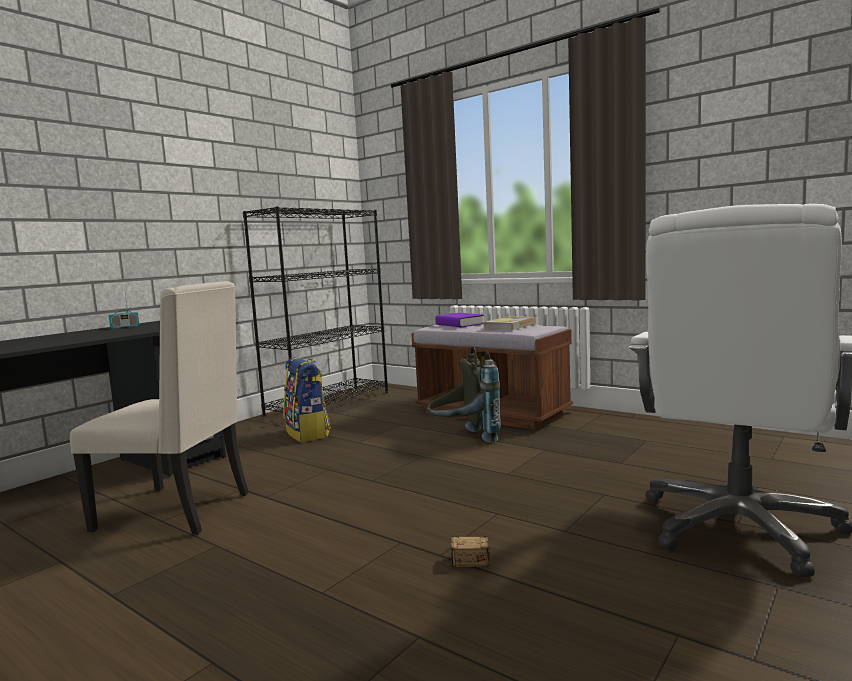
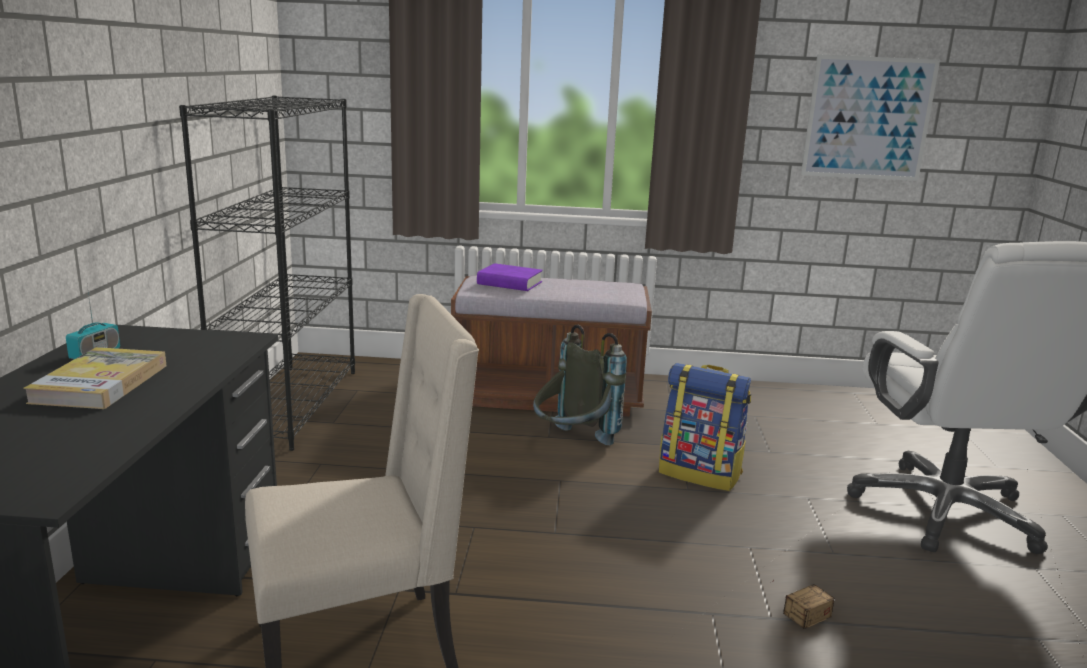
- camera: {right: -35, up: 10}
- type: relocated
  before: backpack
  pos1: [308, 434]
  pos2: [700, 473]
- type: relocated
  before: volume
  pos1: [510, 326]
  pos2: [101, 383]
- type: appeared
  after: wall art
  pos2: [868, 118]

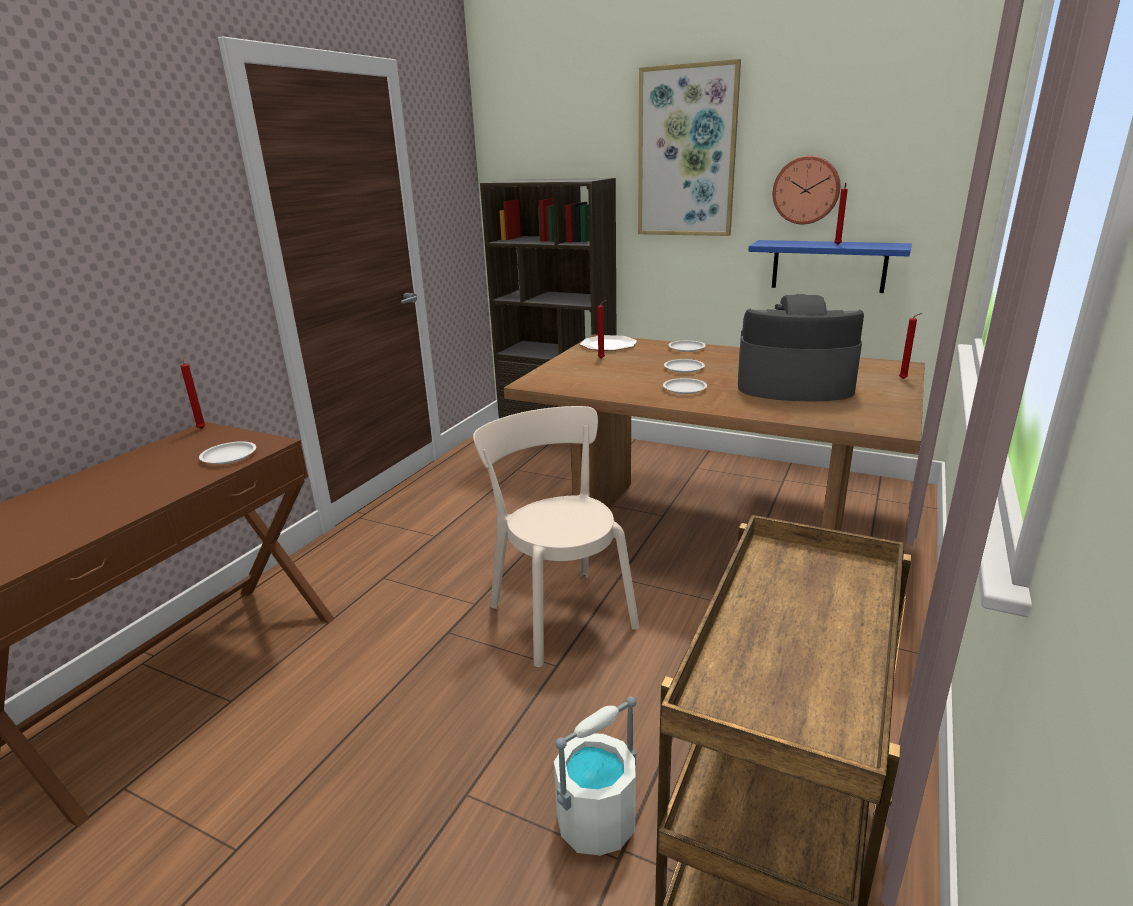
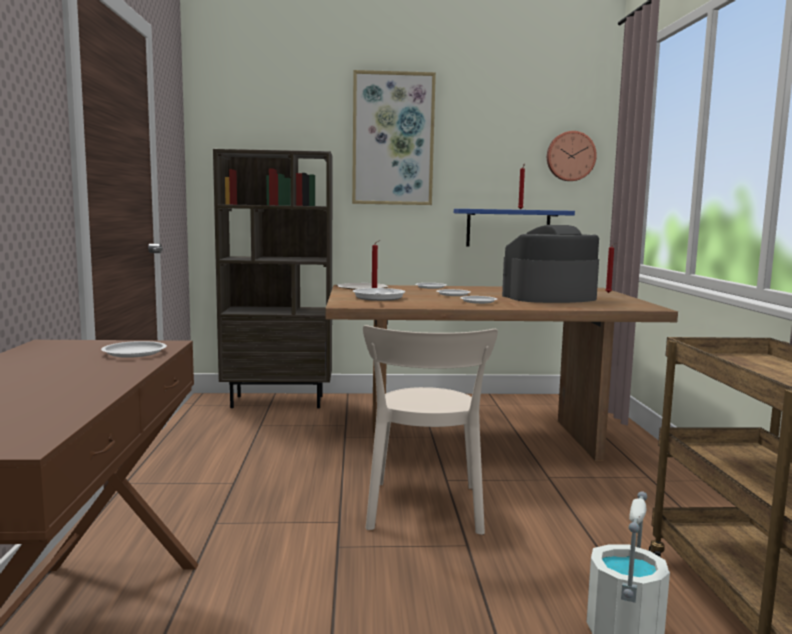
- camera: {right: -30, up: -15}
- type: missing
  before: reddish wax light
  pos1: [202, 428]
- type: spun
  before: beige plain chair
  pos1: [559, 612]
  pos2: [425, 511]
  turn: -120
- type: relocated
  before: hanging clock
  pos1: [806, 190]
  pos2: [570, 156]
- type: appeared
  after: pan
  pos2: [378, 298]

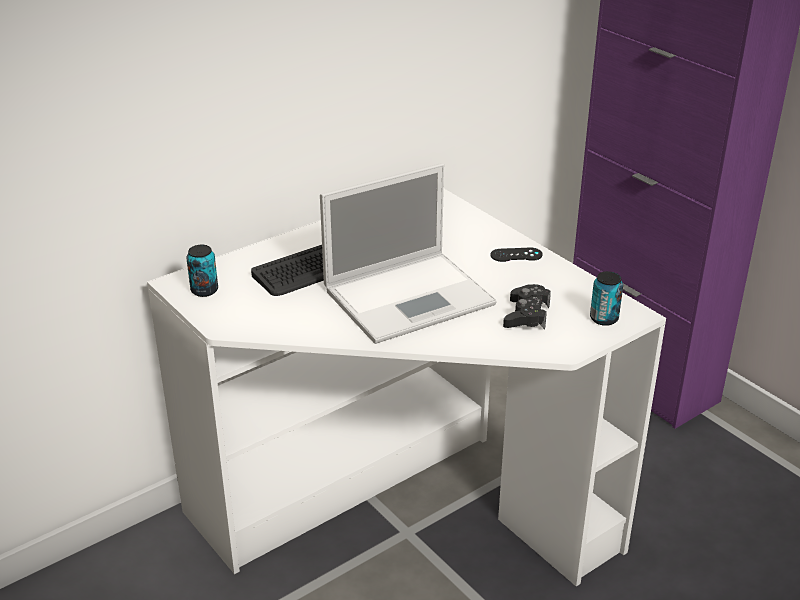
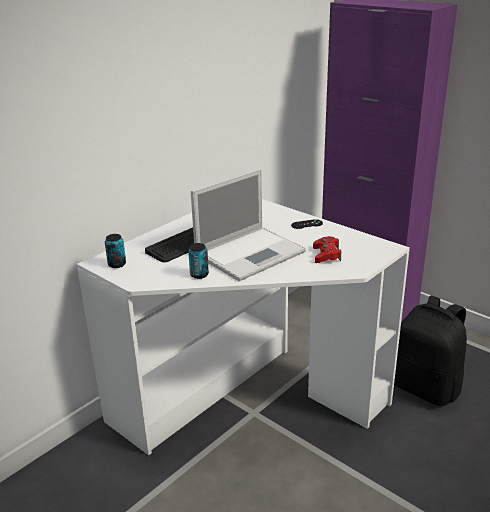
- camera: {right: -10, up: -5}
- type: colour
  before: blackish joypad
  after: reddish joypad
  pos1: [526, 315]
  pos2: [326, 255]
- type: relocated
  before: metal can
  pos1: [604, 318]
  pos2: [199, 274]
- type: appeared
  after: blackish backpack
  pos2: [426, 387]

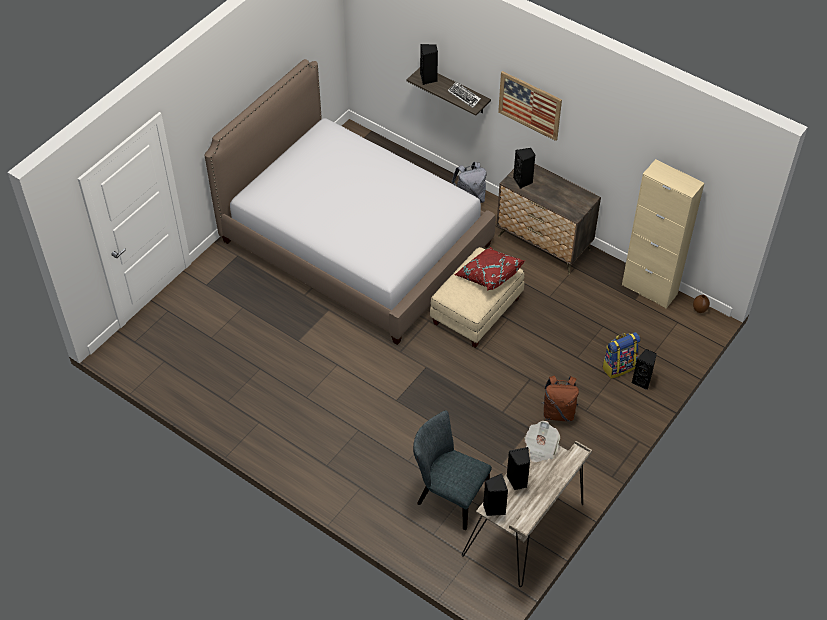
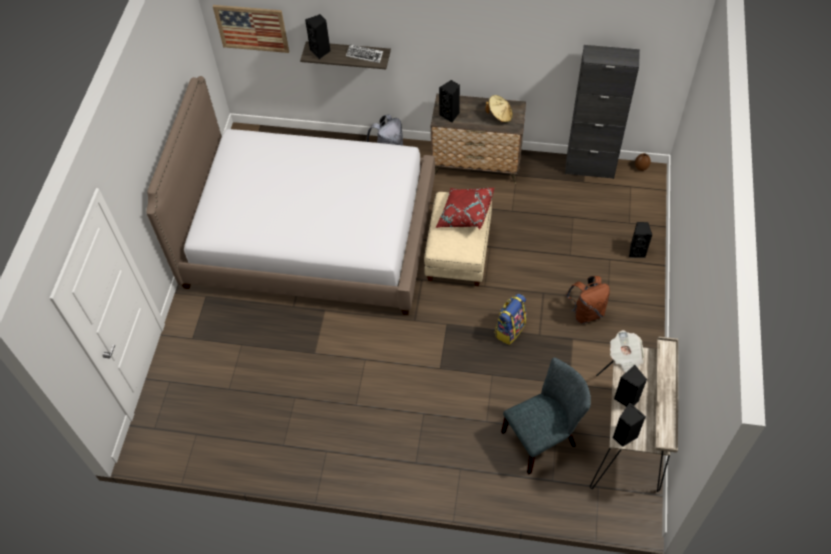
- camera: {right: -25, up: 5}
- type: spun
  before: grey plain chair
  pos1: [448, 496]
  pos2: [543, 437]
  turn: 150
- type: relocated
  before: wall art
  pos1: [530, 105]
  pos2: [251, 28]
- type: relocated
  before: backpack
  pos1: [618, 366]
  pos2: [509, 329]
- type: colour
  before: beige cupboard
  after: blackish cupboard
  pos1: [649, 289]
  pos2: [590, 168]
- type: appeared
  after: beige clothing hat
  pos2: [500, 115]

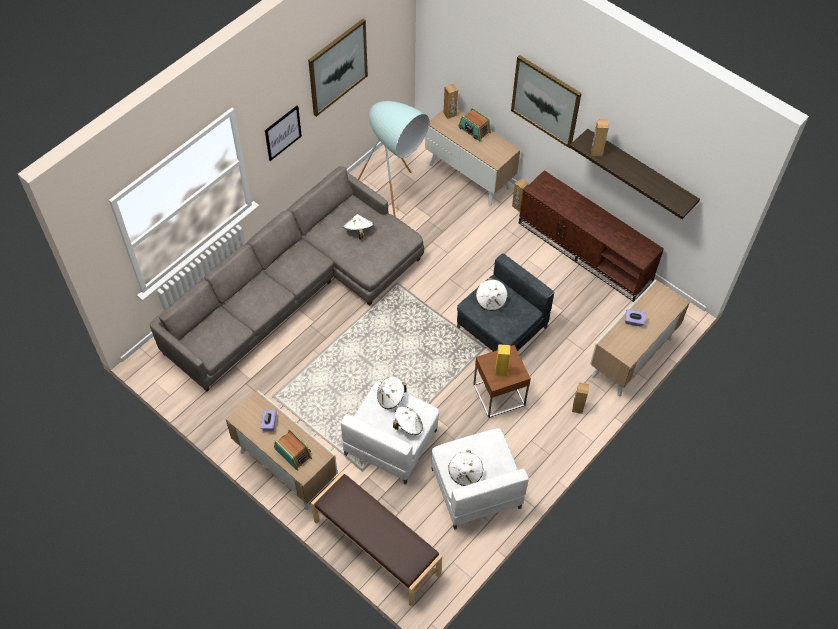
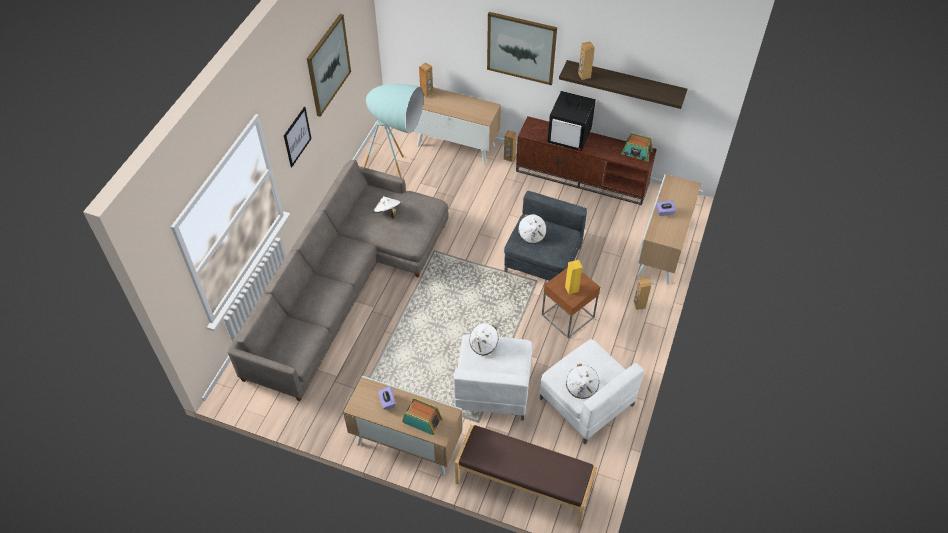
- camera: {right: -20, up: -5}
- type: missing
  before: white clothing hat
  pos1: [408, 425]
- type: relocated
  before: radio
  pos1: [474, 130]
  pos2: [636, 153]
- type: appeared
  after: TV
  pos2: [570, 137]

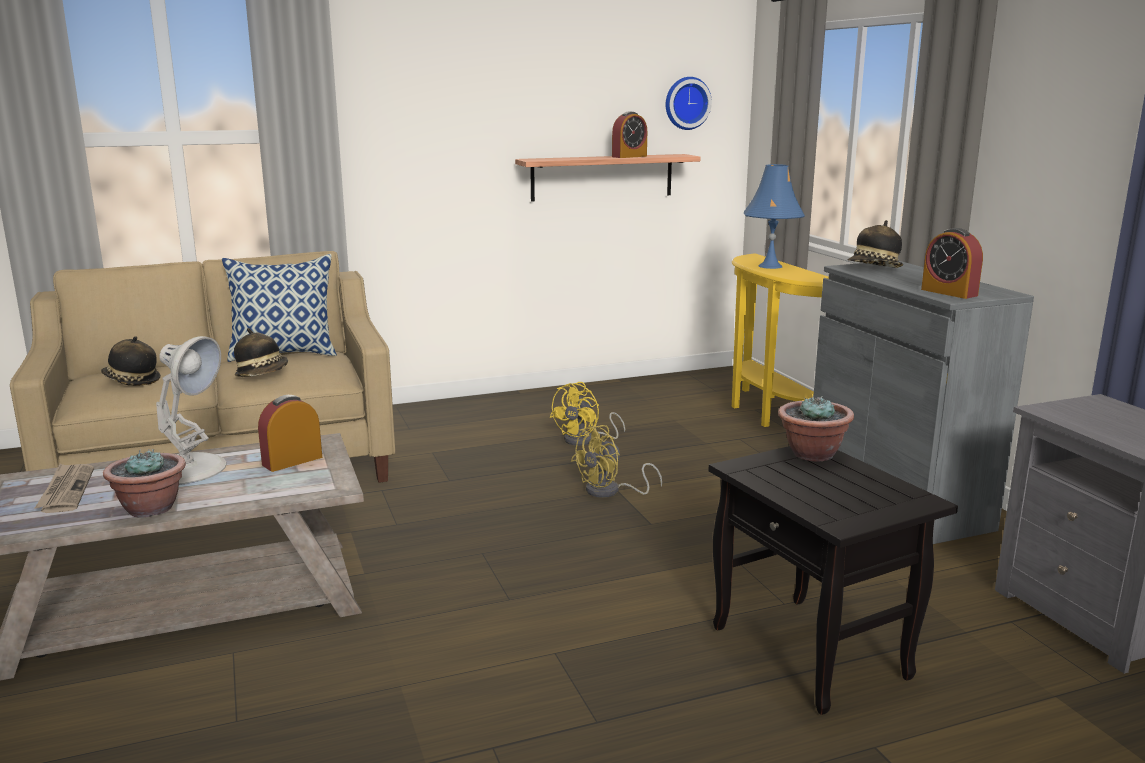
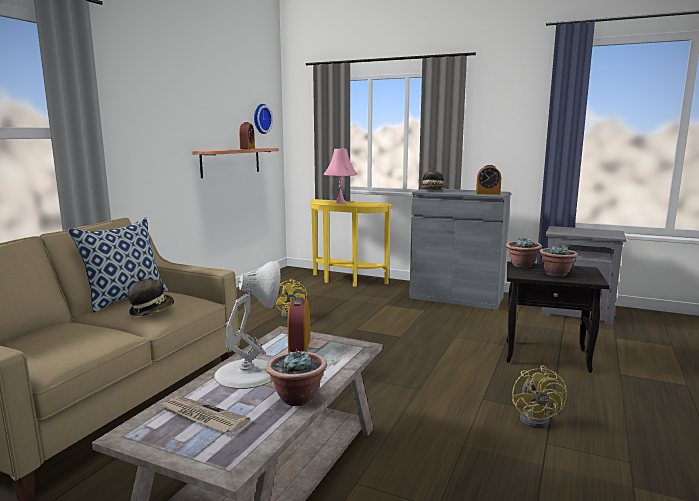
- camera: {right: -45, up: -5}
- type: missing
  before: clothing hat
  pos1: [131, 381]
- type: relocated
  before: yellow cooling fan
  pos1: [610, 491]
  pos2: [538, 419]
- type: colour
  before: blue lamp for a table
  after: pink lamp for a table
  pos1: [770, 266]
  pos2: [340, 202]
- type: appeared
  after: houseplant
  pos2: [556, 274]

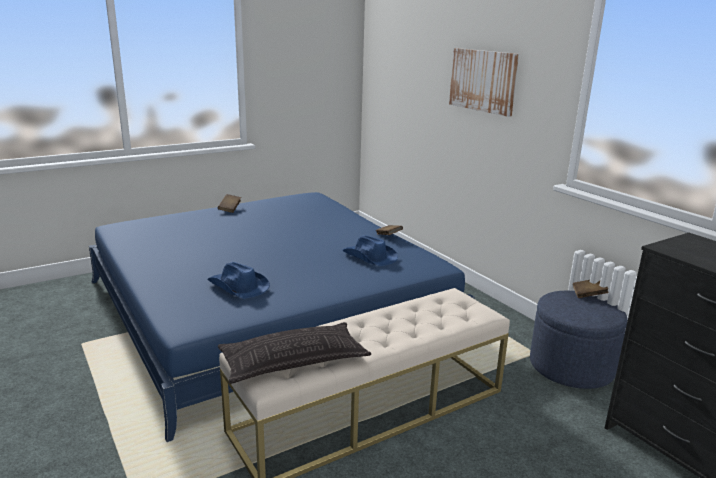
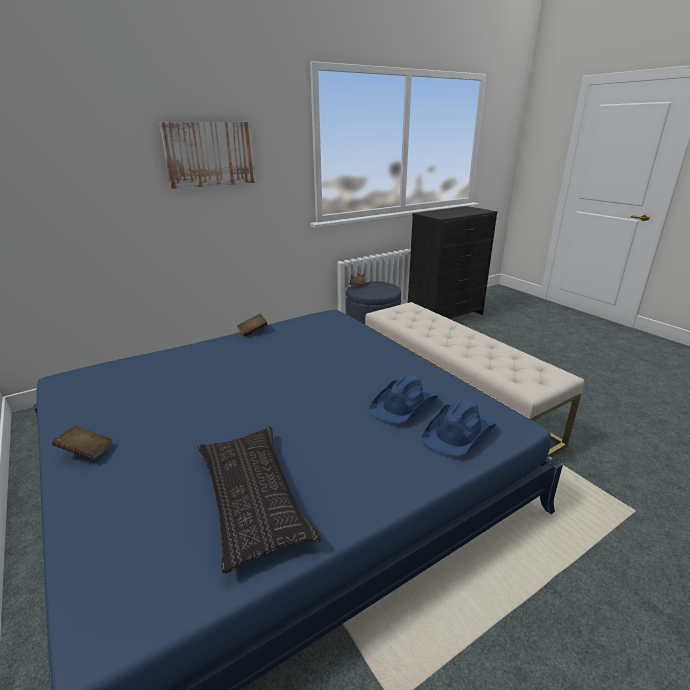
- camera: {right: -90, up: 5}
- type: relocated
  before: throw pillow
  pos1: [293, 361]
  pos2: [253, 498]
- type: relocated
  before: blue clothing hat
  pos1: [369, 257]
  pos2: [459, 432]

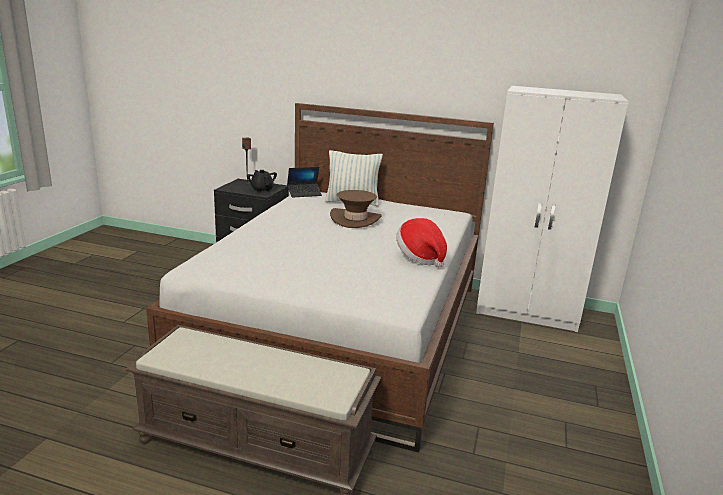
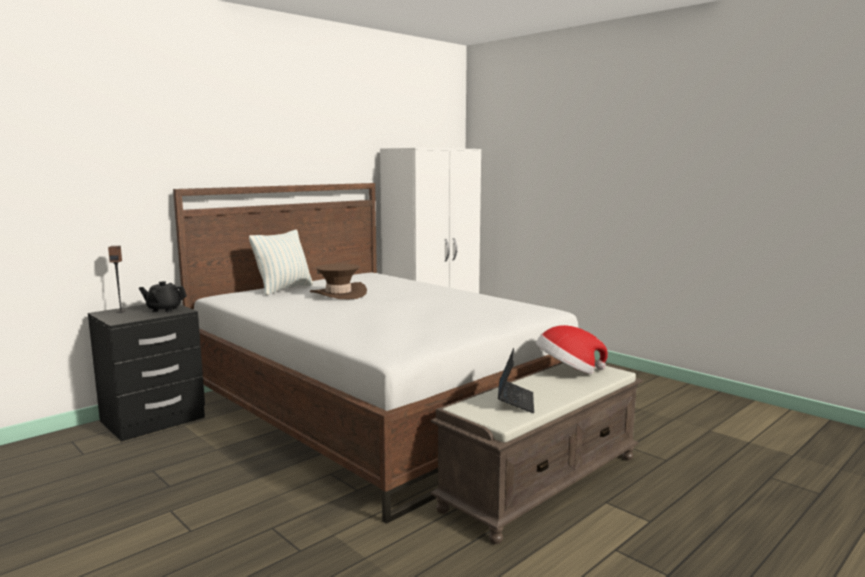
- camera: {right: -60, up: -10}
- type: relocated
  before: portable computer
  pos1: [304, 193]
  pos2: [515, 401]
- type: relocated
  before: clothing hat
  pos1: [420, 257]
  pos2: [568, 371]

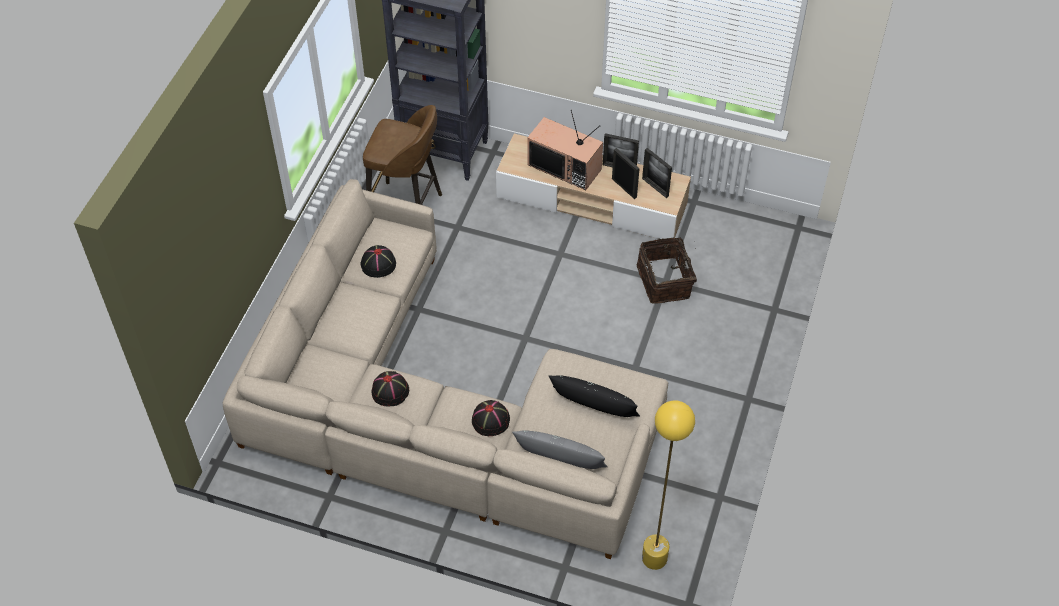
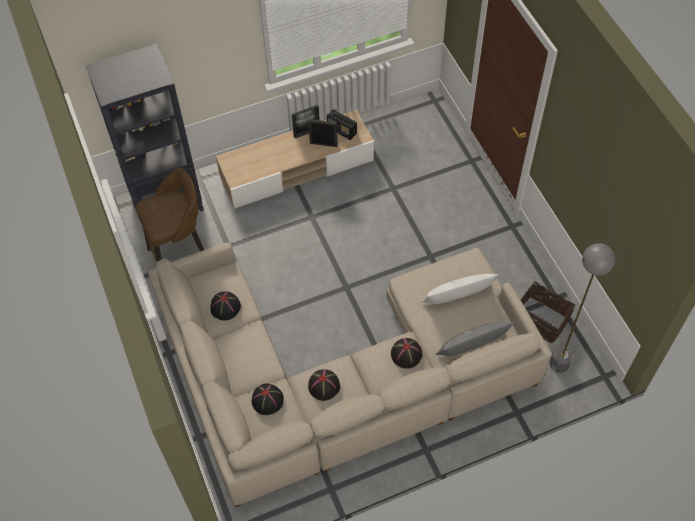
- camera: {right: -40, up: 5}
- type: missing
  before: TV
  pos1: [566, 166]
- type: colour
  before: blackish throw pillow
  after: white throw pillow
  pos1: [593, 406]
  pos2: [457, 296]
- type: relocated
  before: storage basket
  pos1: [665, 281]
  pos2: [541, 319]
- type: exchanged
  before: photo frame
  after: radio
  pos1: [655, 187]
  pos2: [342, 130]
- type: colour
  before: yellow standing lamp
  after: grey standing lamp
  pos1: [654, 558]
  pos2: [559, 363]
- type: appeared
  after: blackish clothing hat
  pos2: [267, 400]

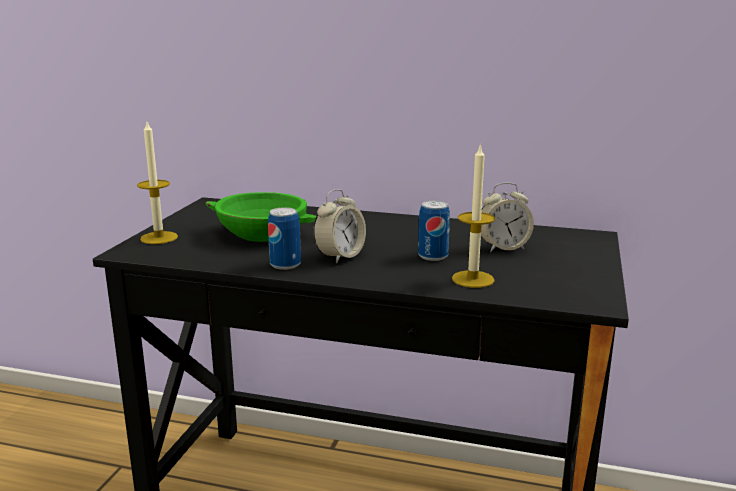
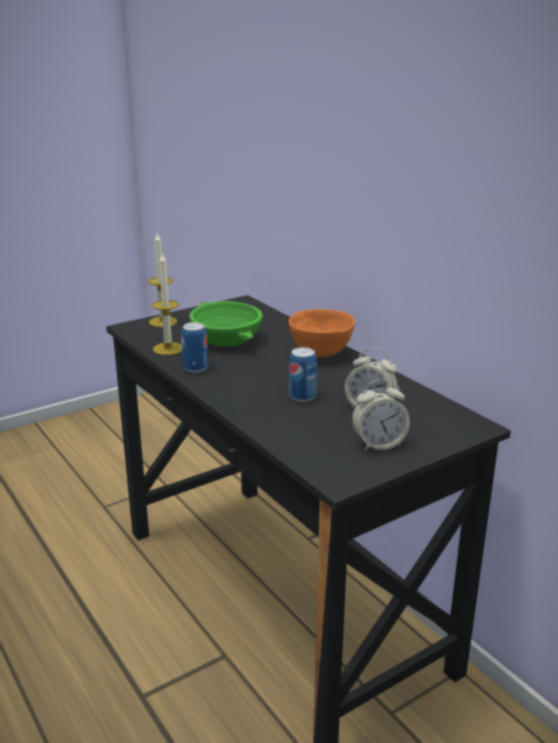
- camera: {right: 40, up: 5}
- type: relocated
  before: bedside clock
  pos1: [340, 256]
  pos2: [378, 444]
- type: relocated
  before: wax light
  pos1: [473, 279]
  pos2: [168, 349]
- type: appeared
  after: orange-coloured deep dish
  pos2: [320, 353]

